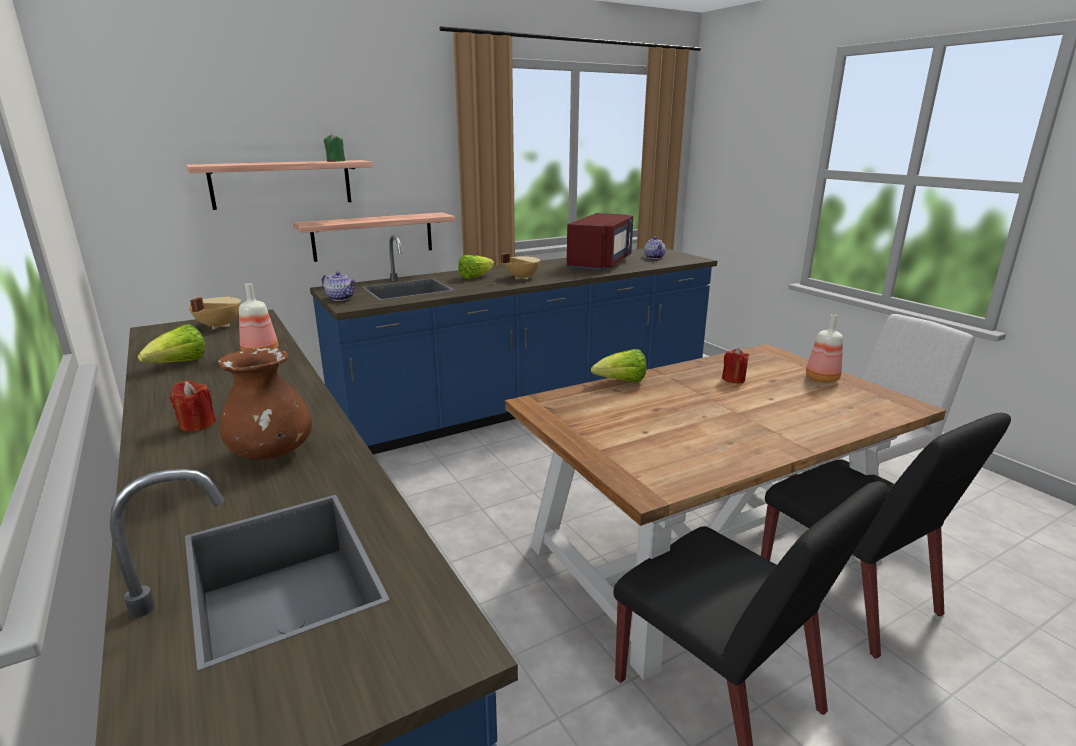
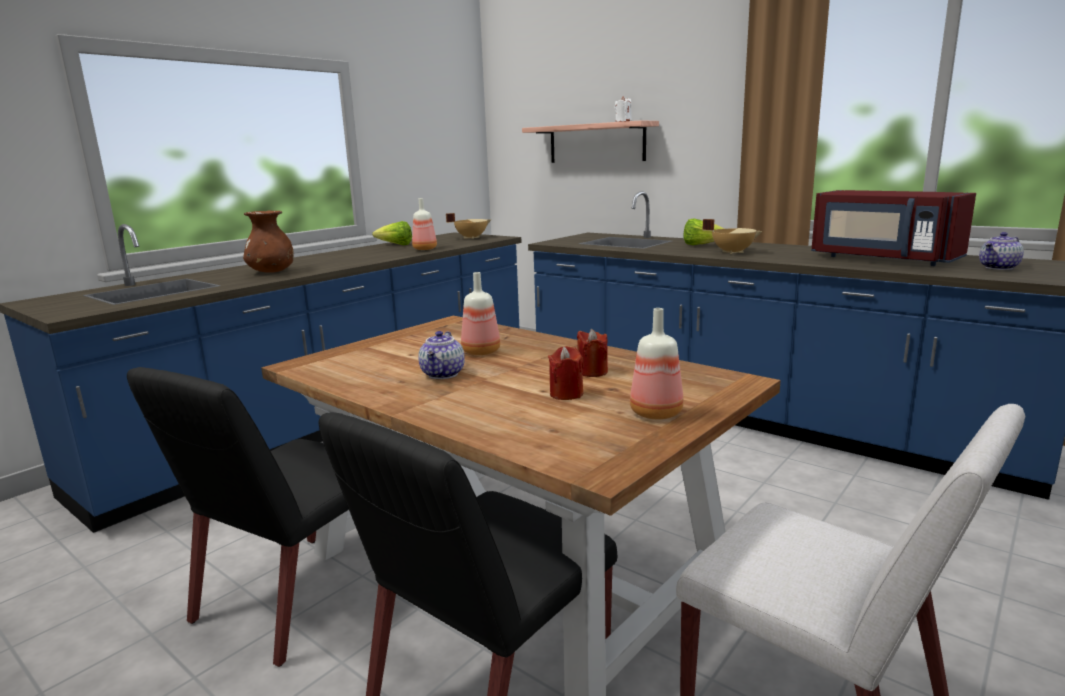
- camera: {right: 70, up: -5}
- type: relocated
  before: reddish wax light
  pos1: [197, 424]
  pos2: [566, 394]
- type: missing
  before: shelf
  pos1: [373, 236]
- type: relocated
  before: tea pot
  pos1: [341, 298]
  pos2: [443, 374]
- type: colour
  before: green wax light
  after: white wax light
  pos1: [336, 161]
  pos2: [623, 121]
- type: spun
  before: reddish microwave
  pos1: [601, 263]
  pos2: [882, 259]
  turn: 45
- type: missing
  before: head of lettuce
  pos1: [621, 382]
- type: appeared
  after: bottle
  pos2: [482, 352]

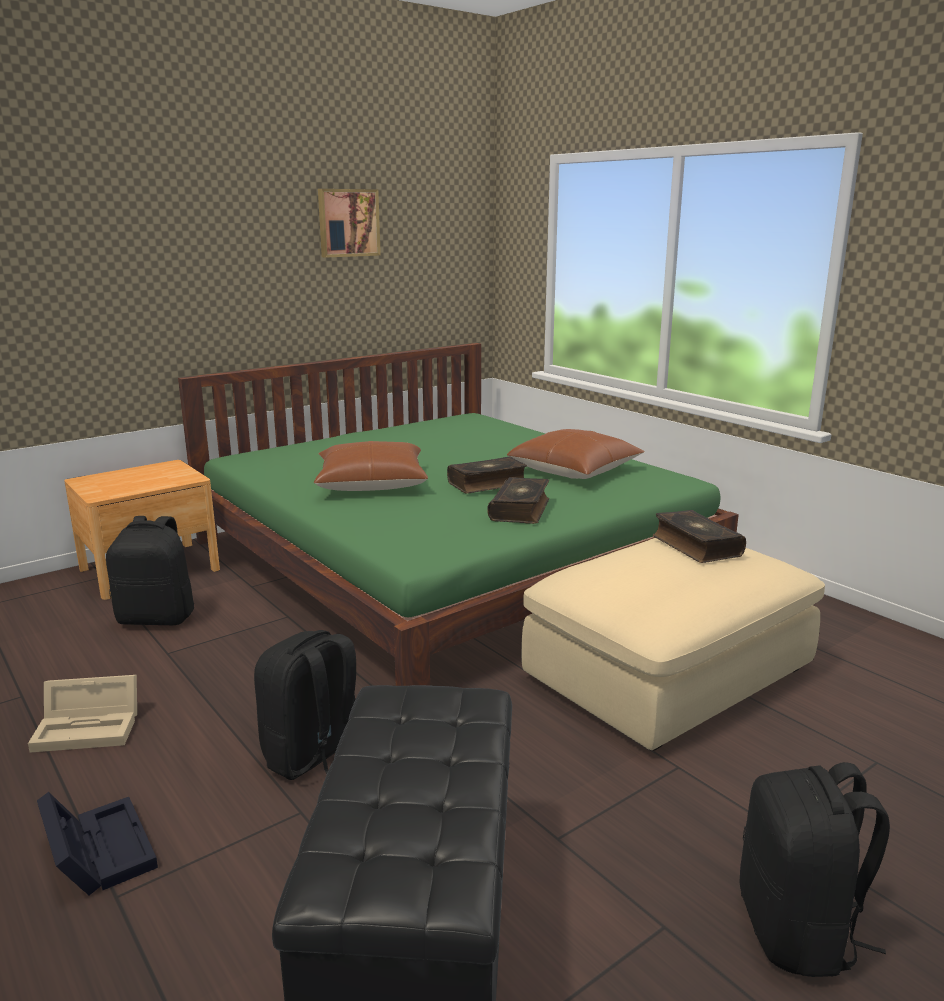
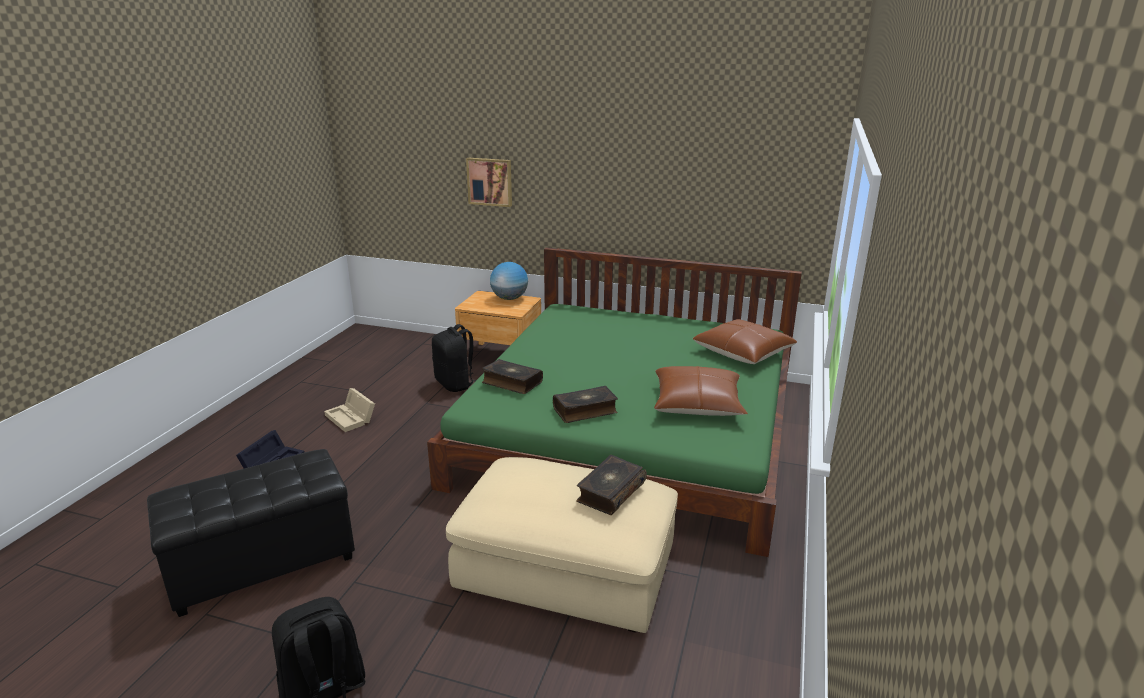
- camera: {right: 55, up: 5}
- type: missing
  before: blackish backpack
  pos1: [314, 757]
- type: relocated
  before: brown throw pillow
  pos1: [371, 483]
  pos2: [743, 352]
- type: relocated
  before: wall art
  pos1: [348, 223]
  pos2: [490, 181]
- type: relocated
  before: volume
  pos1: [487, 484]
  pos2: [511, 383]
- type: appeared
  after: globe
  pos2: [509, 298]

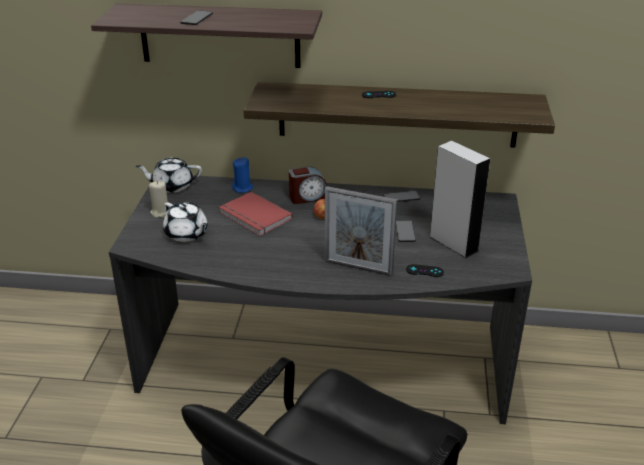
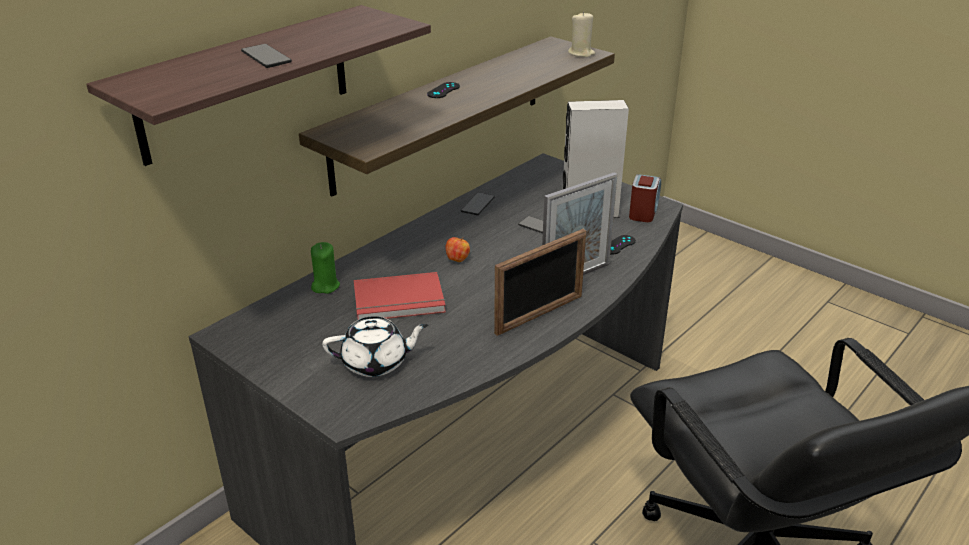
- camera: {right: -55, up: 0}
- type: missing
  before: white tea pot
  pos1: [172, 186]
- type: relocated
  before: beige wax light
  pos1: [161, 212]
  pos2: [581, 53]
- type: colour
  before: blue wax light
  after: green wax light
  pos1: [243, 188]
  pos2: [325, 286]
- type: relocated
  before: bedside clock
  pos1: [307, 197]
  pos2: [643, 211]
- type: appeared
  after: photo frame
  pos2: [539, 314]

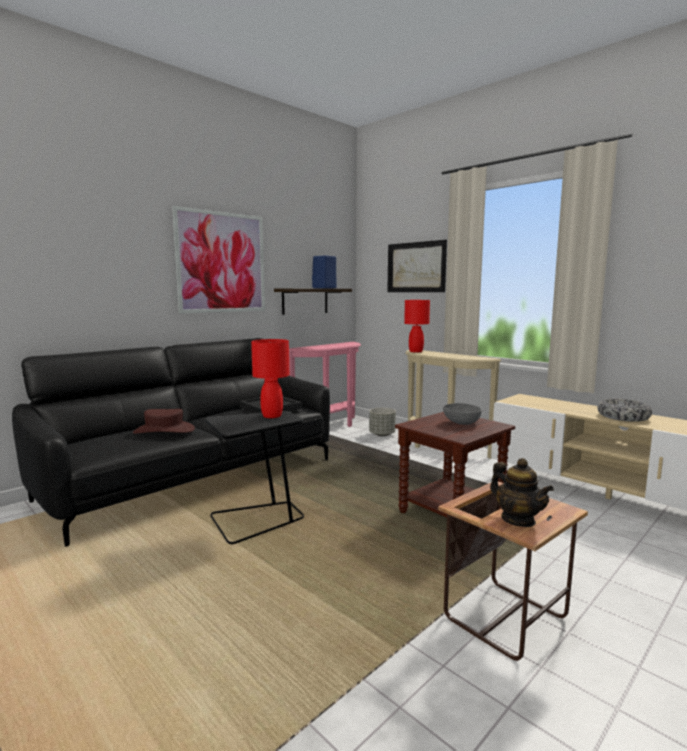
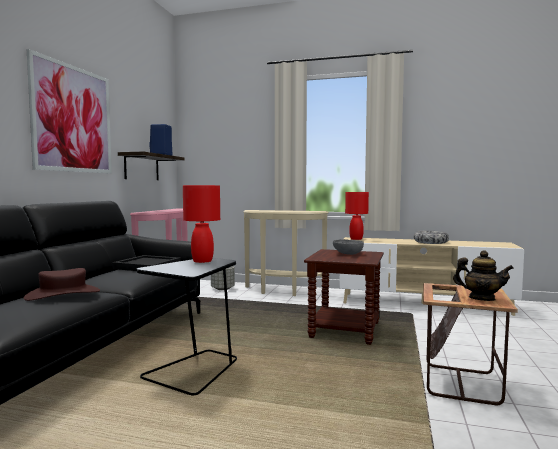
- camera: {right: -30, up: -5}
- type: missing
  before: wall art
  pos1: [416, 267]
- type: relocated
  before: reddish lamp for a table
  pos1: [416, 351]
  pos2: [356, 239]

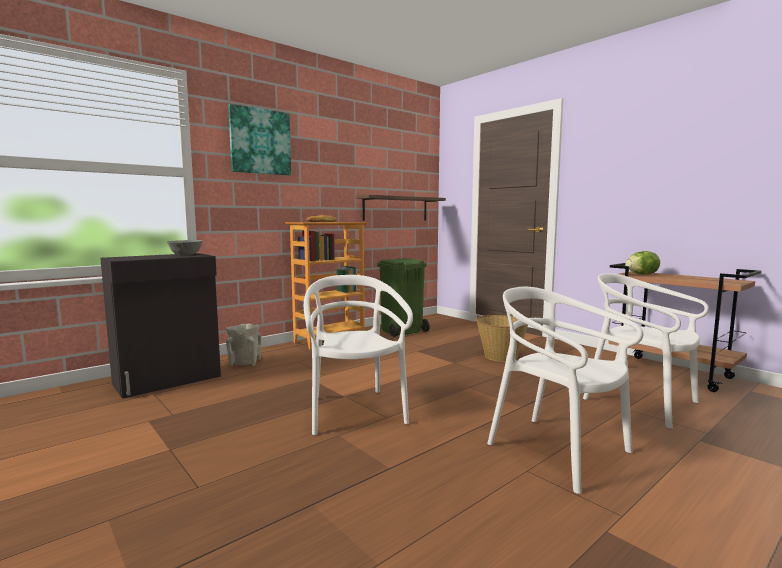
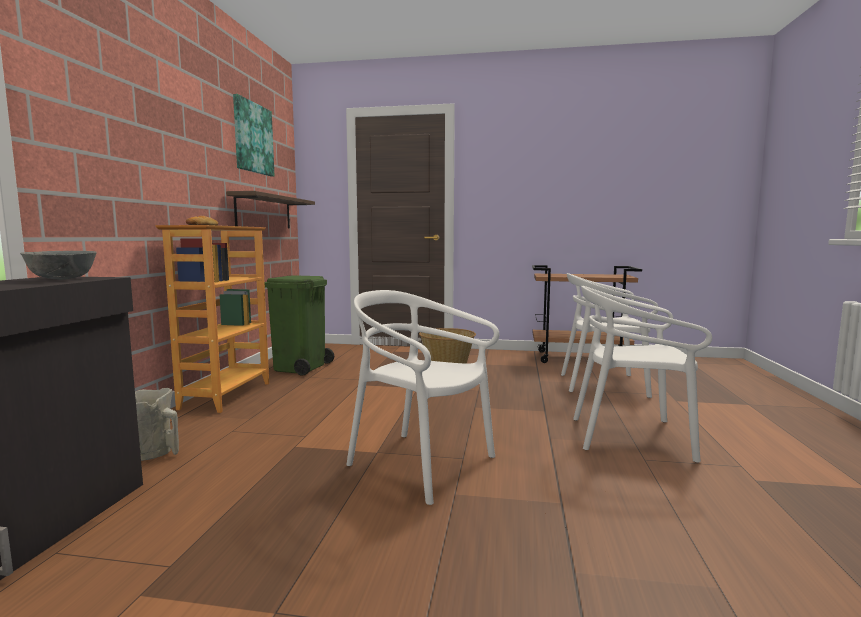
- camera: {right: -40, up: 0}
- type: relocated
  before: wall art
  pos1: [260, 141]
  pos2: [252, 138]
- type: missing
  before: head of lettuce
  pos1: [641, 274]

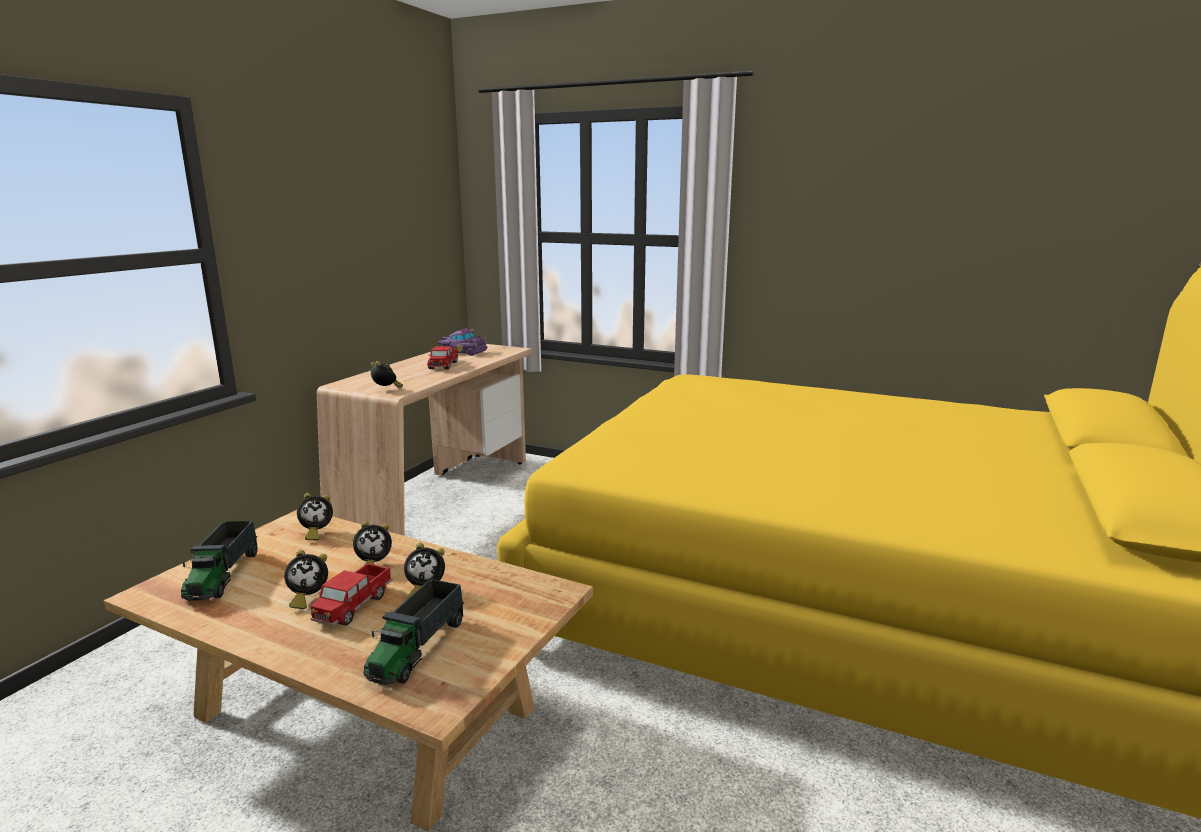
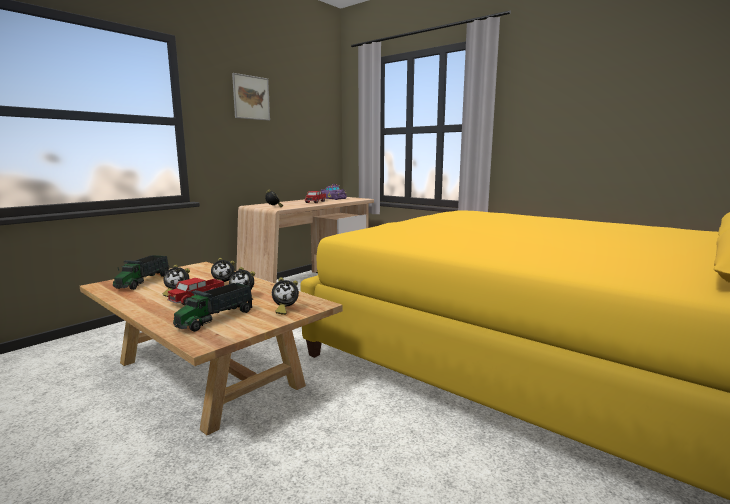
- camera: {right: 15, up: -5}
- type: relocated
  before: bedside clock
  pos1: [316, 533]
  pos2: [284, 310]
- type: appeared
  after: wall art
  pos2: [251, 97]

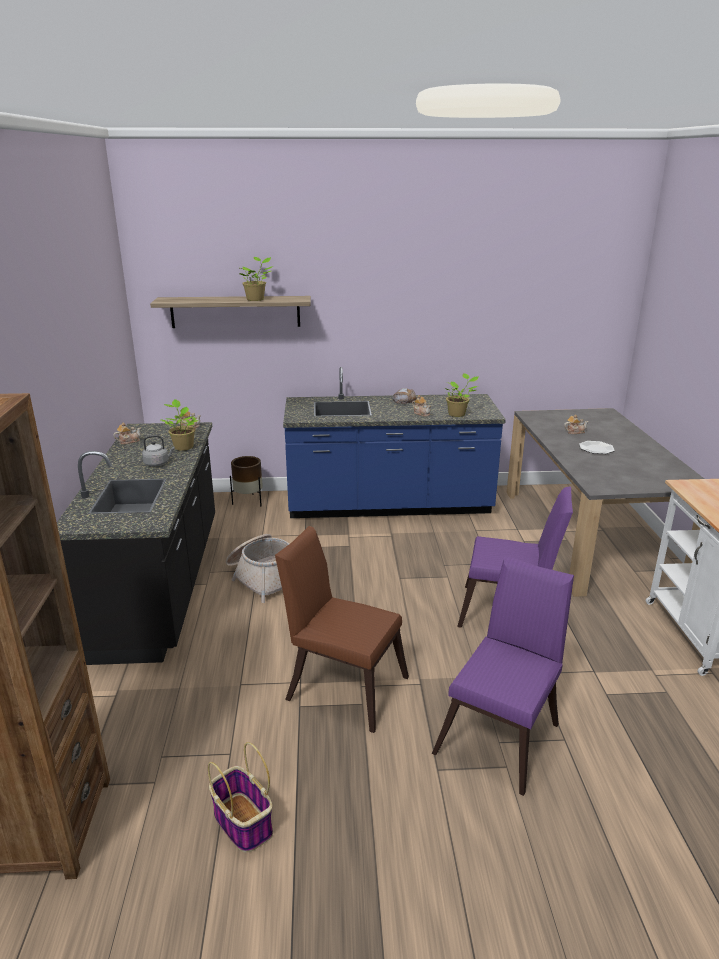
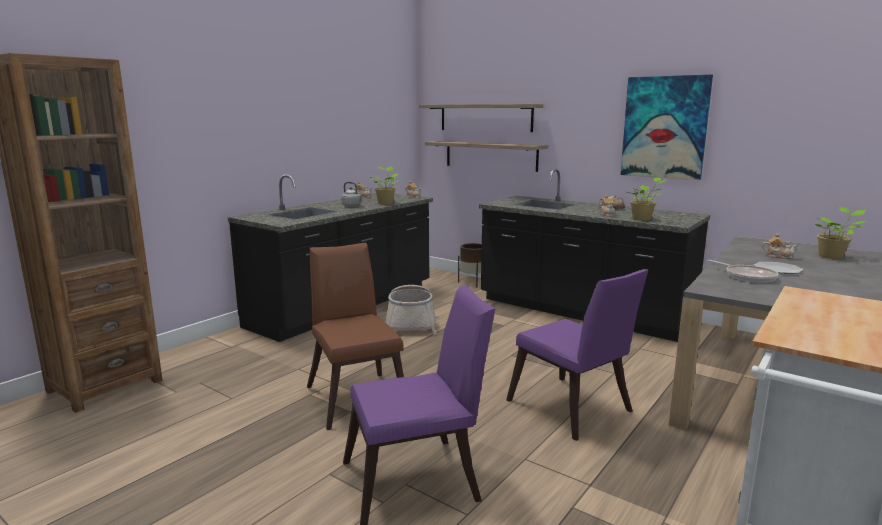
- camera: {right: 40, up: -10}
- type: missing
  before: storage basket
  pos1: [242, 822]
- type: relocated
  before: houseplant
  pos1: [256, 299]
  pos2: [832, 257]
- type: colour
  before: blue kitchen counter
  after: blackish kitchen counter
  pos1: [389, 505]
  pos2: [581, 312]
- type: appeared
  after: shelf
  pos2: [490, 155]
- type: appeared
  after: wall art
  pos2: [664, 127]
- type: appeared
  after: pan
  pos2: [747, 276]

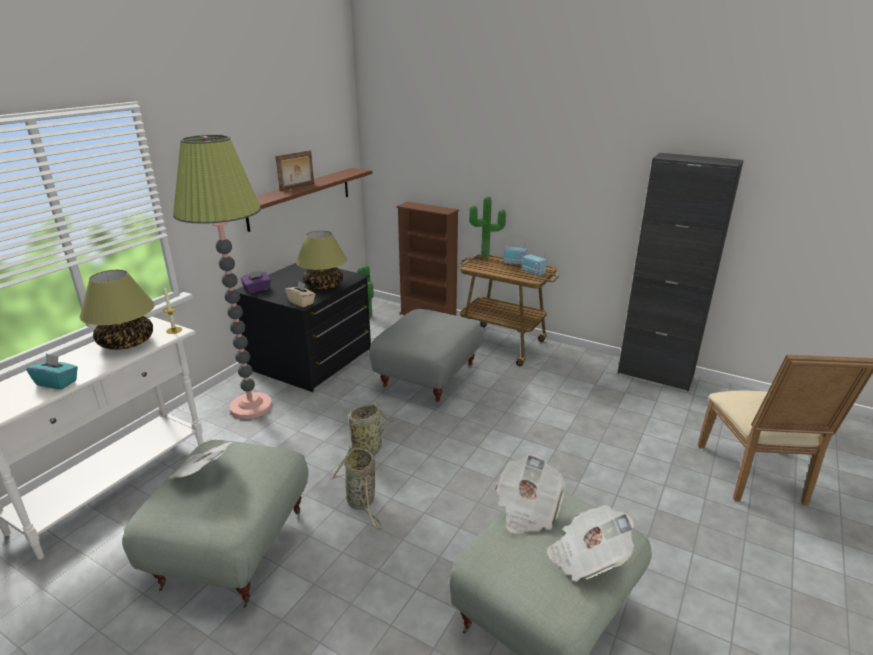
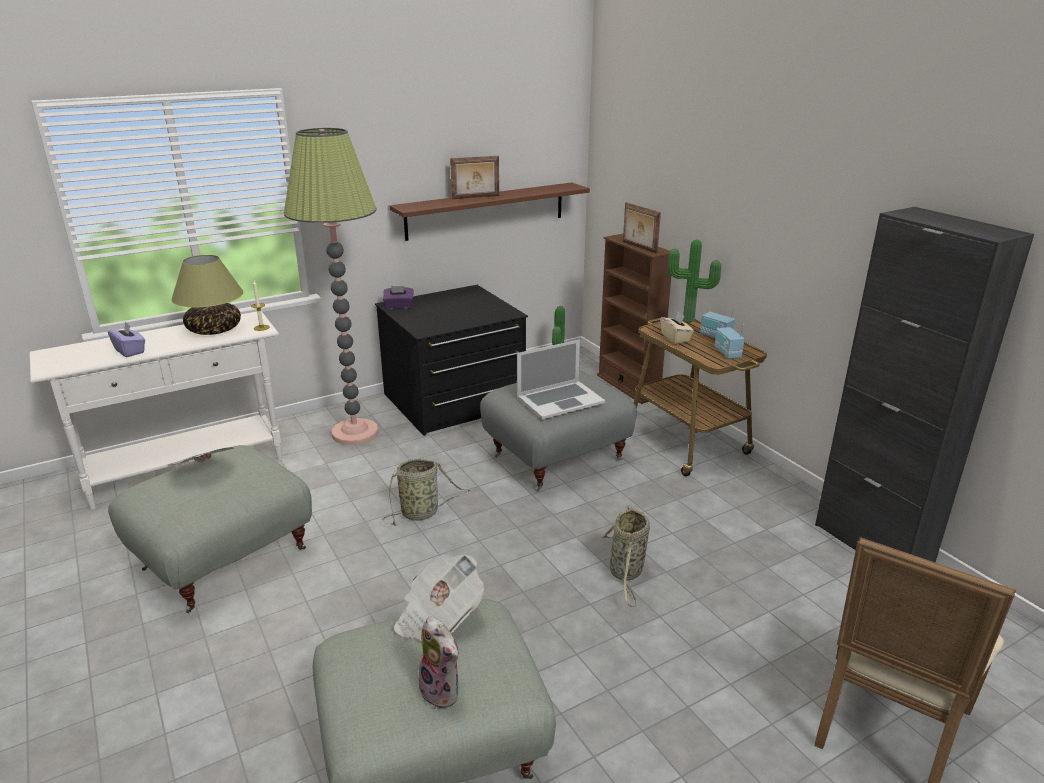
- camera: {right: 30, up: 0}
- type: colour
  before: blue-green box of tissues
  after: purple box of tissues
  pos1: [57, 382]
  pos2: [130, 351]
- type: relocated
  before: beige box of tissues
  pos1: [301, 302]
  pos2: [675, 338]
- type: missing
  before: lamp for a table
  pos1: [324, 285]
- type: relocated
  before: storage basket
  pos1: [361, 502]
  pos2: [626, 573]
- type: exchanged
  before: printed paper
  after: cuddly toy
  pos1: [587, 557]
  pos2: [443, 691]
- type: appeared
  after: portable computer
  pos2: [560, 400]
- type: appeared
  after: photo frame
  pos2: [639, 247]

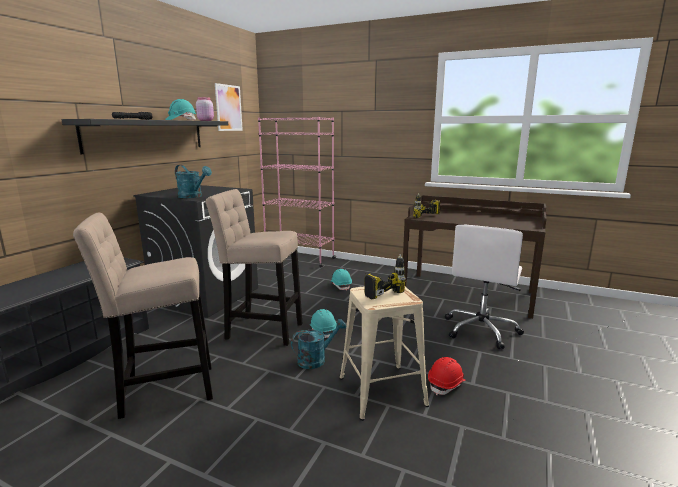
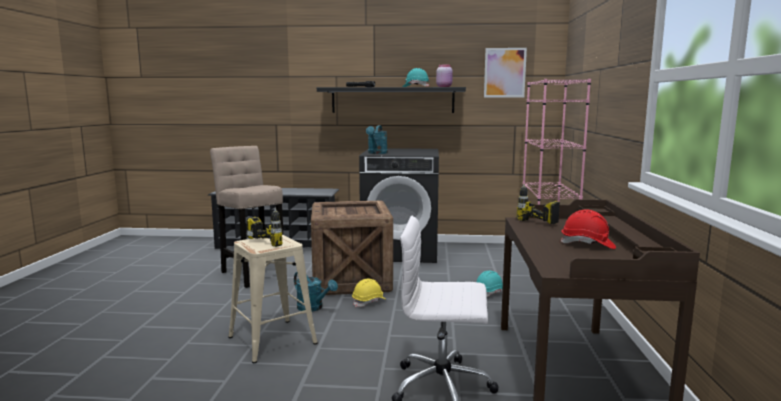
- camera: {right: 70, up: -5}
- type: exchanged
  before: beige stool
  after: crate
  pos1: [261, 330]
  pos2: [352, 280]
- type: colour
  before: blue-green work helmet
  after: yellow work helmet
  pos1: [322, 330]
  pos2: [369, 302]
- type: relocated
  before: reddish work helmet
  pos1: [446, 384]
  pos2: [587, 244]

